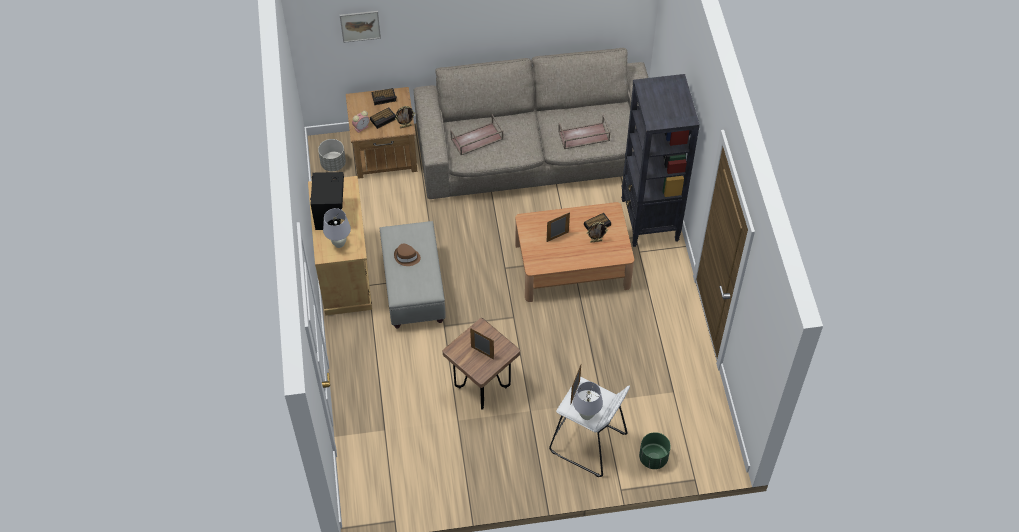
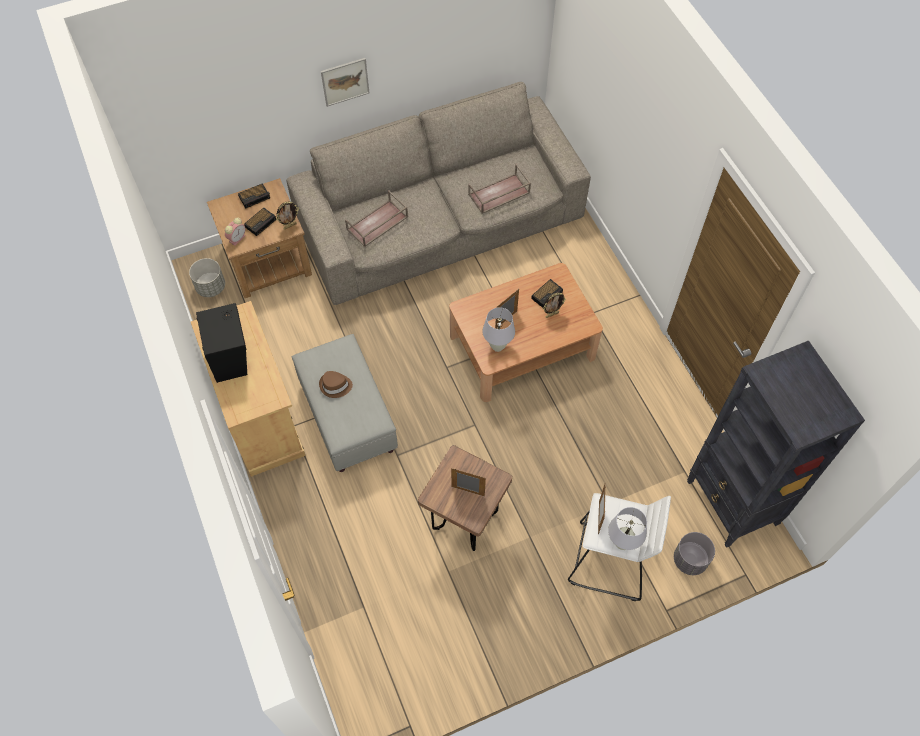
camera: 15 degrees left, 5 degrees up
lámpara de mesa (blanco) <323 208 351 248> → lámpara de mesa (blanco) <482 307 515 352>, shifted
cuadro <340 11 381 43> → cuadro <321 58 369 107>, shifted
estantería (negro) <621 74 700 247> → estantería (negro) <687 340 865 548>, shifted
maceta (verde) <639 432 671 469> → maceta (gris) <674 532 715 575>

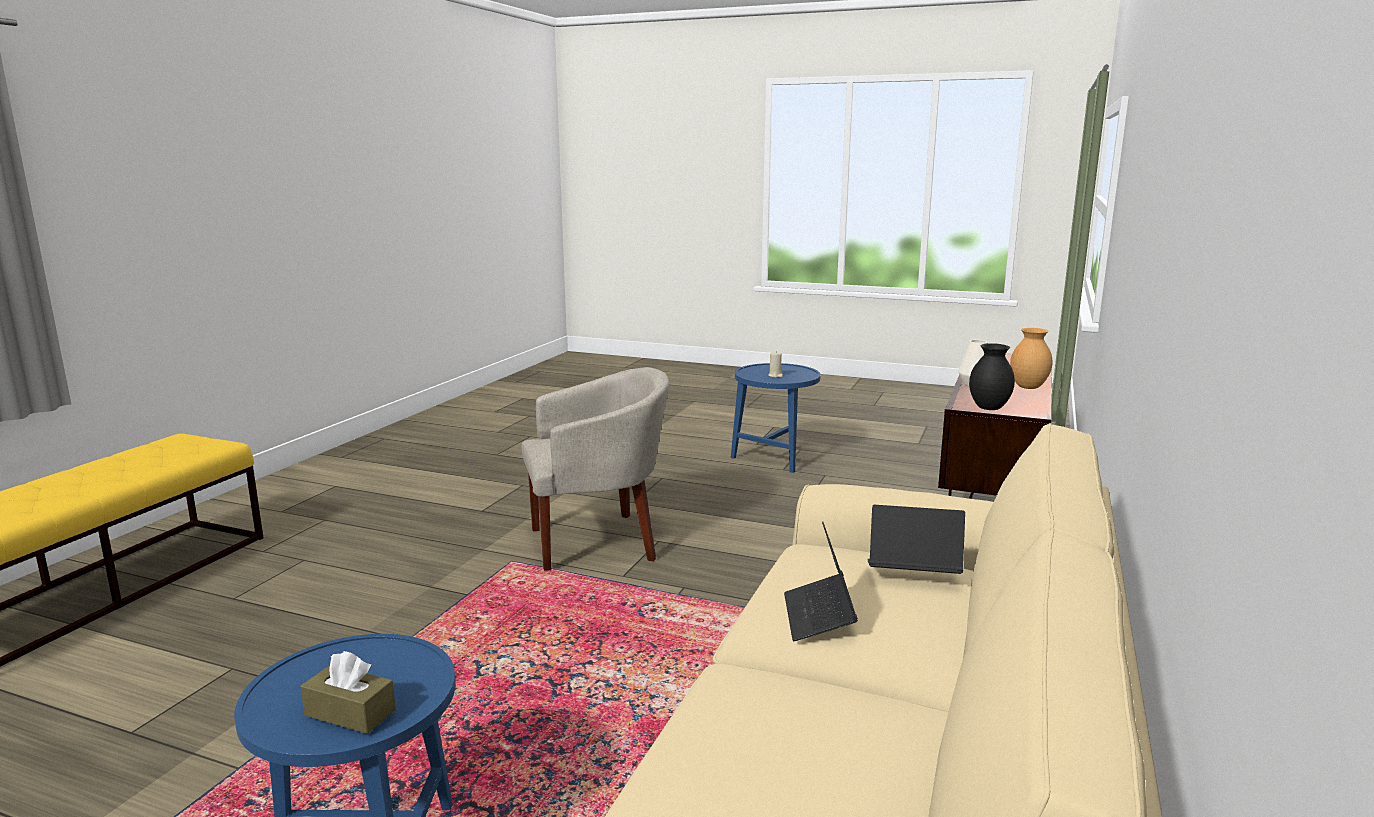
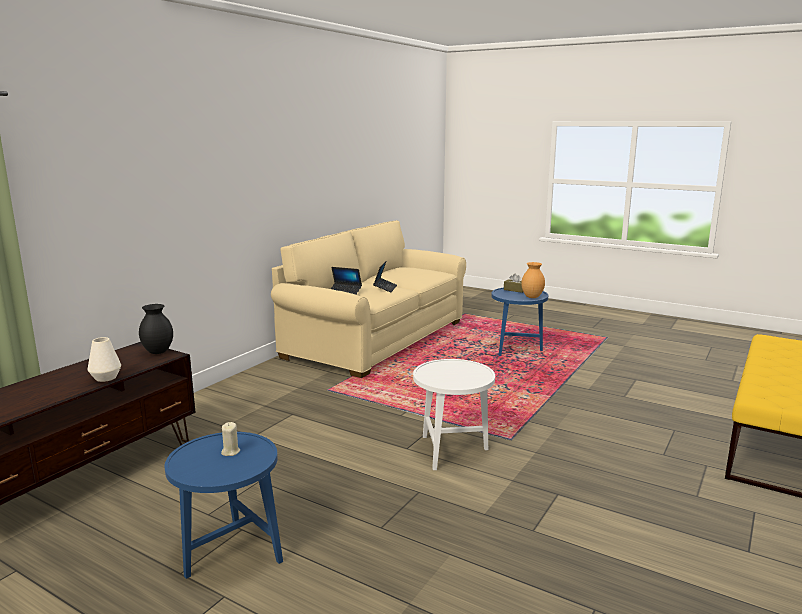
camera: 170 degrees left, 0 degrees up
florero (marrón) <1010 328 1053 389> → florero (marrón) <521 262 545 298>, shifted
sillón (beis) <521 367 669 571> → mesa auxiliar (blanco) <413 359 495 470>

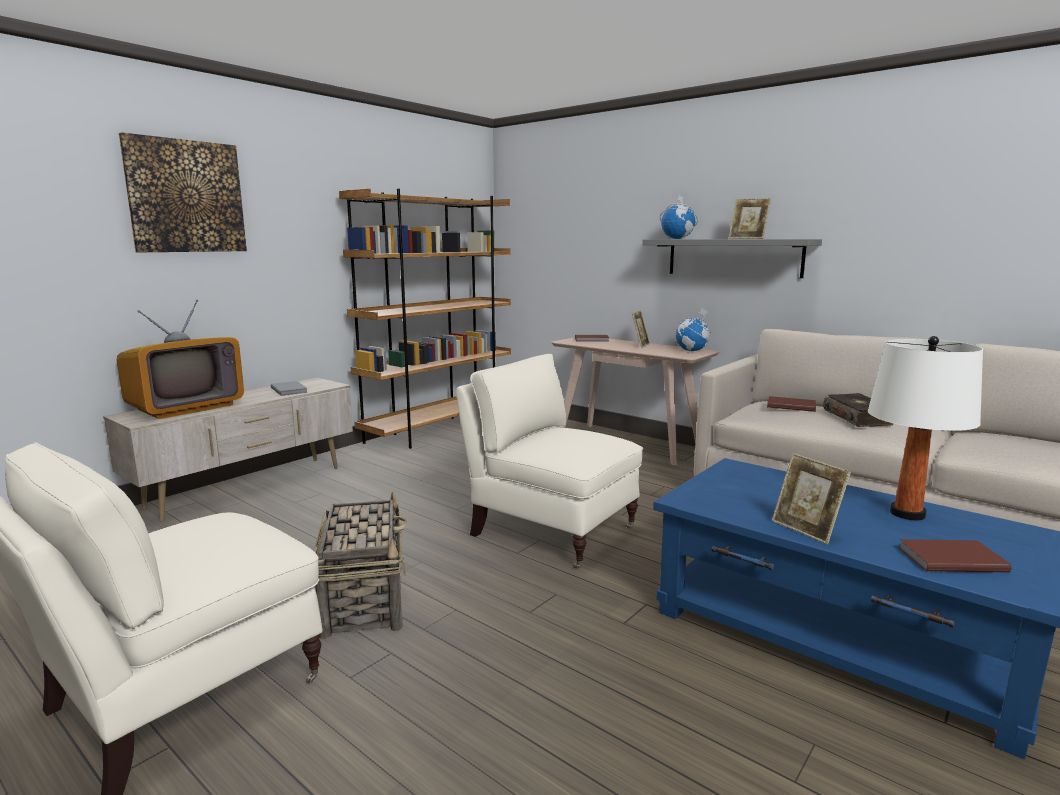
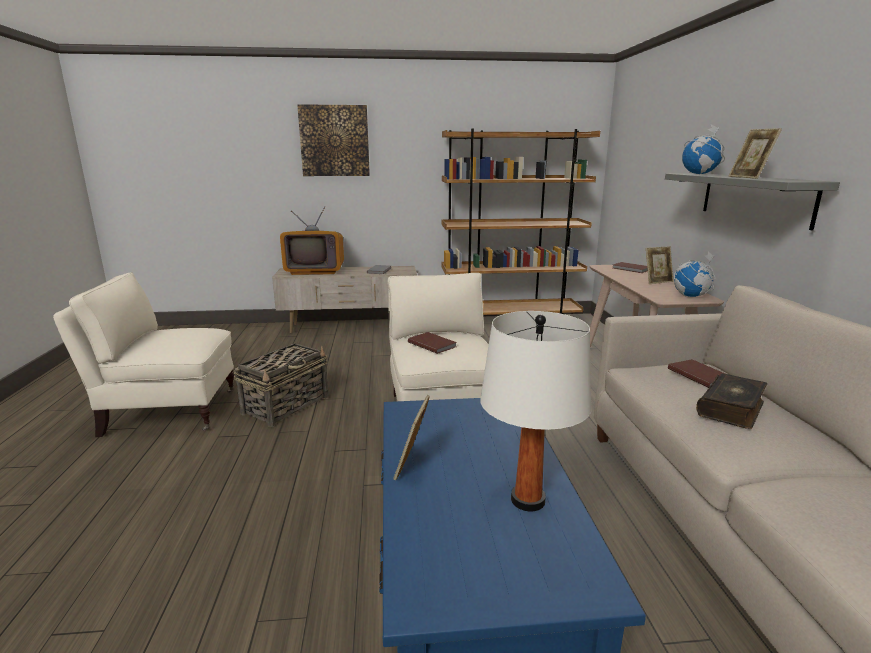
camera: 45 degrees right, 5 degrees up
libro (marrón) <898 539 1011 572> → libro (marrón) <408 332 457 354>, shifted

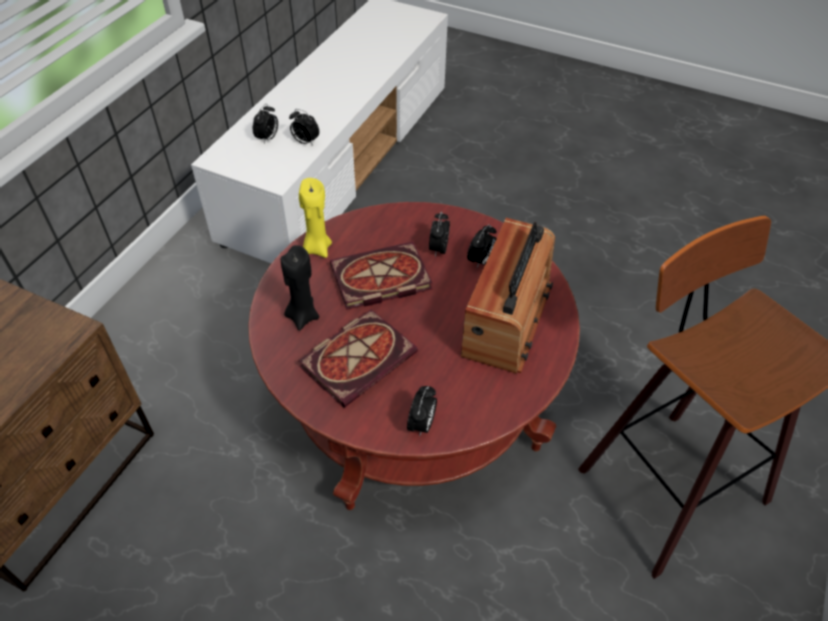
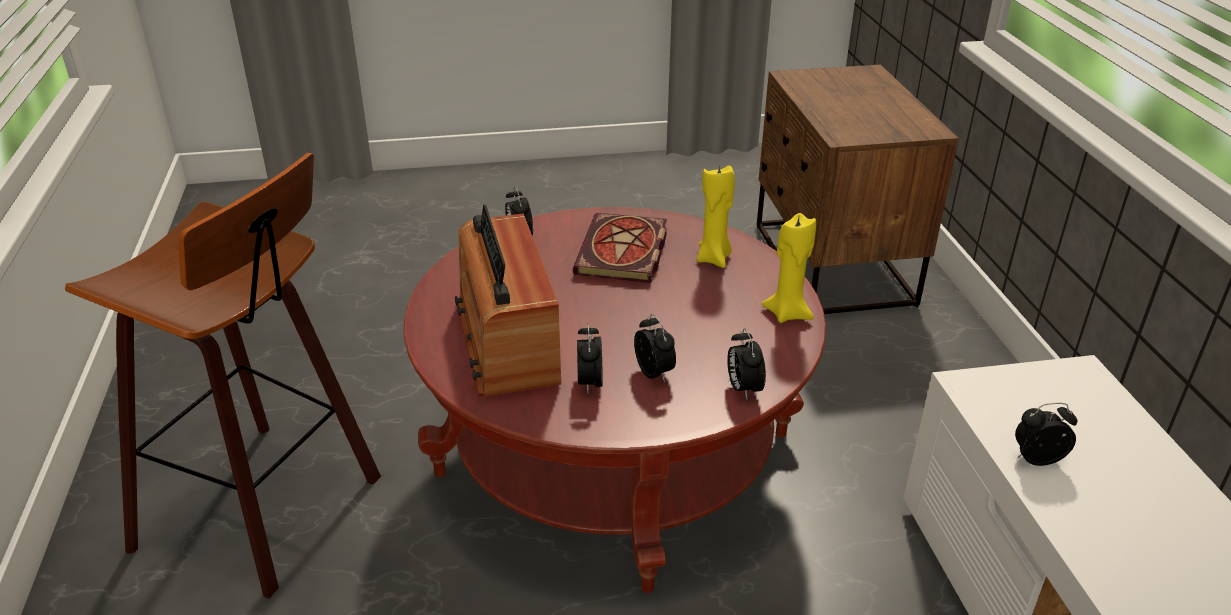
camera: 145 degrees right, 15 degrees down
libro <330 241 433 310> → -
despertador <253 104 278 144> → despertador <727 328 766 399>, shifted
vela (negro) <281 245 319 331> → vela (amarillo) <697 165 735 268>

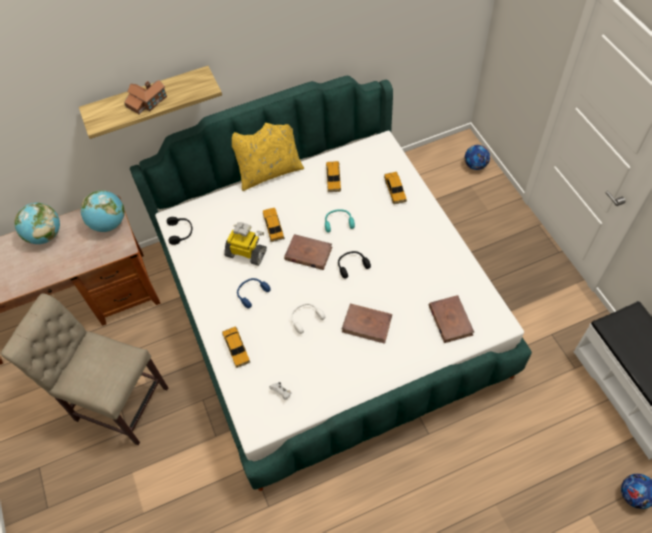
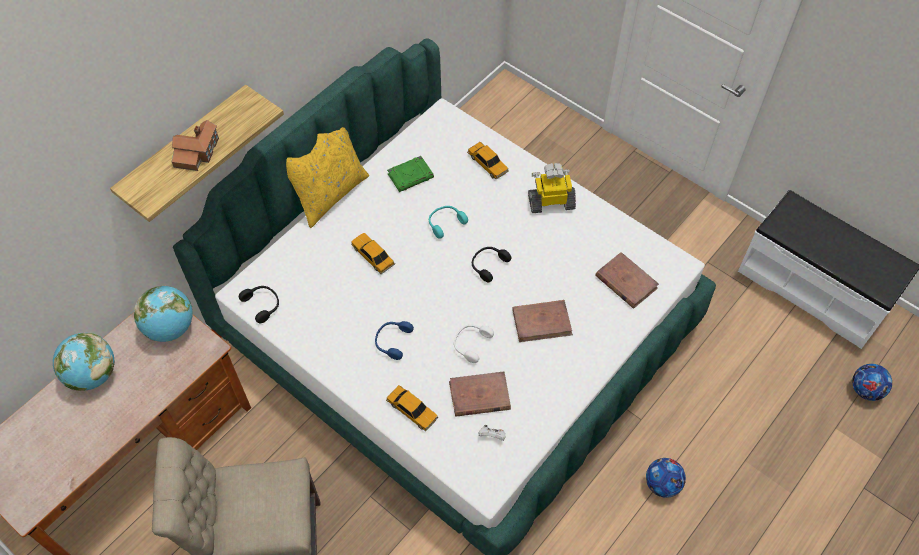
camera: 30 degrees left, 0 degrees up
robot de juguete <224 222 267 265> → robot de juguete <528 163 576 213>, shifted
libro (marrón) <284 234 333 270> → libro (marrón) <449 371 511 417>, shifted
balón de fútbol <465 145 490 170> → balón de fútbol <646 458 686 498>, shifted
coche de juguete <326 161 341 192> → libro (verde) <387 156 434 192>

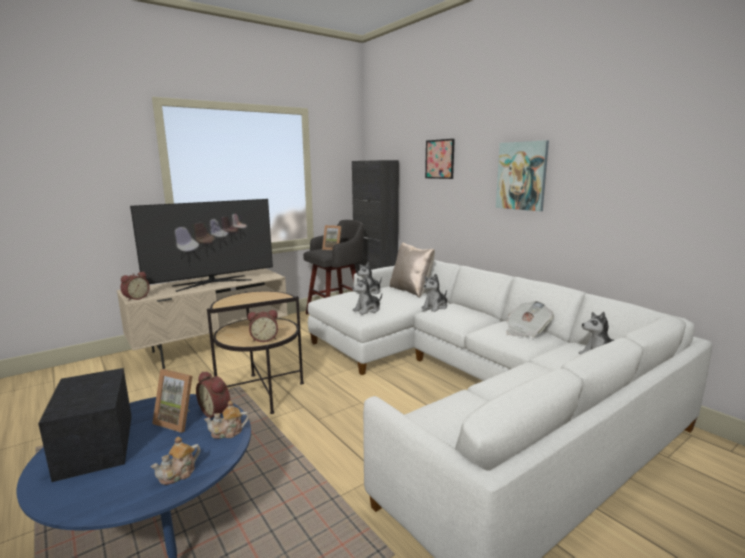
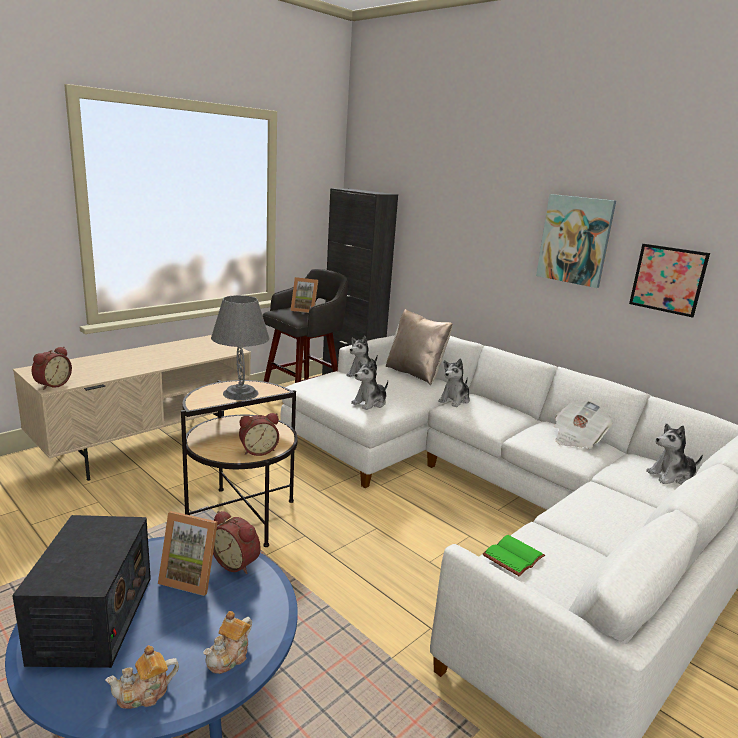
camera: 10 degrees left, 5 degrees up
televisor <130 199 273 292> → -
- → lámpara de mesa (gris) <211 295 270 400>
- → libro (verde) <483 535 545 577>
tetera <204 401 249 439> → tetera <106 645 179 709>, shifted
cuadro <425 139 455 179> → cuadro <629 244 710 318>, shifted
radio <38 368 132 482> → radio <12 515 151 668>, 150 degrees counterclockwise

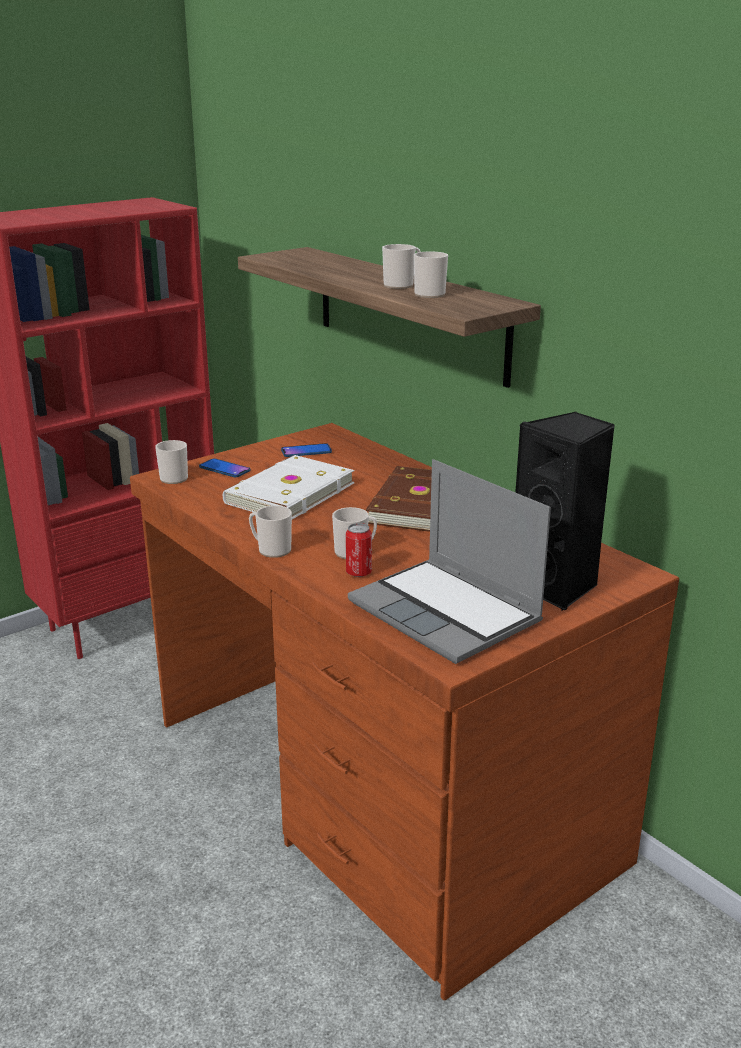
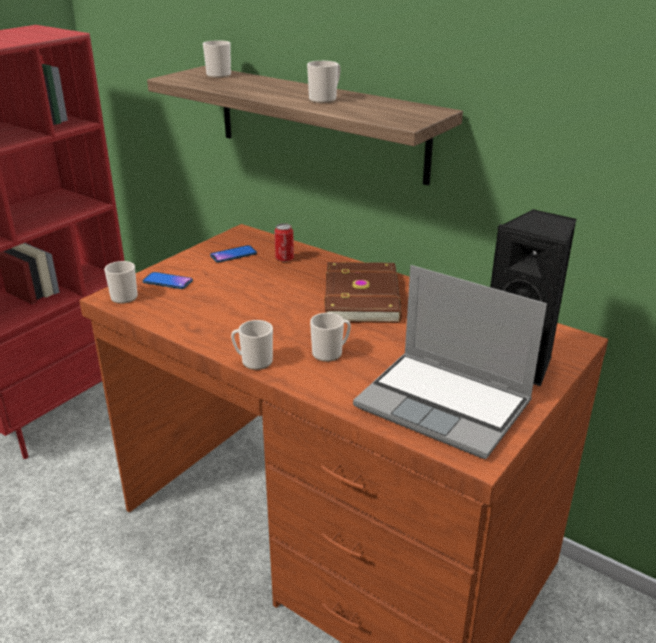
camera: 15 degrees left, 5 degrees up
libro (blanco) <223 455 354 519> → -
lata <346 523 372 577> → lata <274 223 294 262>, shifted
taza grande <414 251 448 298> → taza grande <203 40 231 78>, shifted

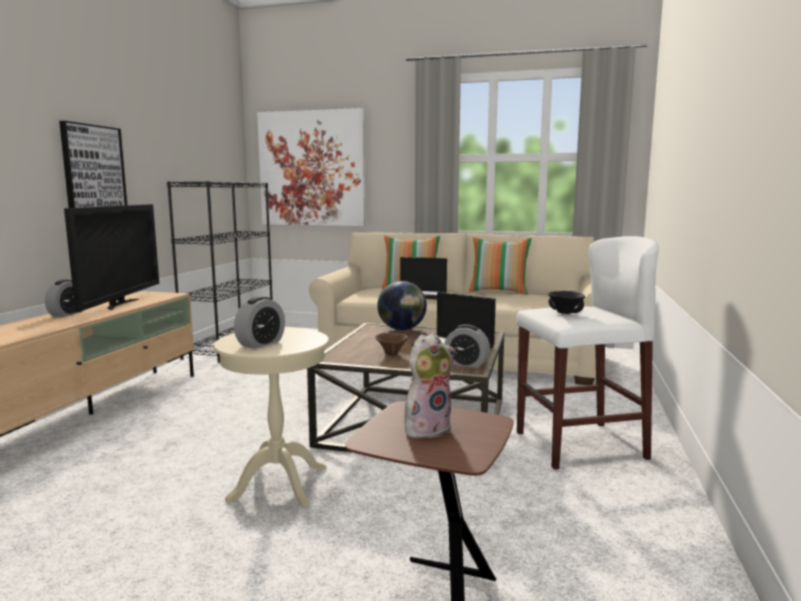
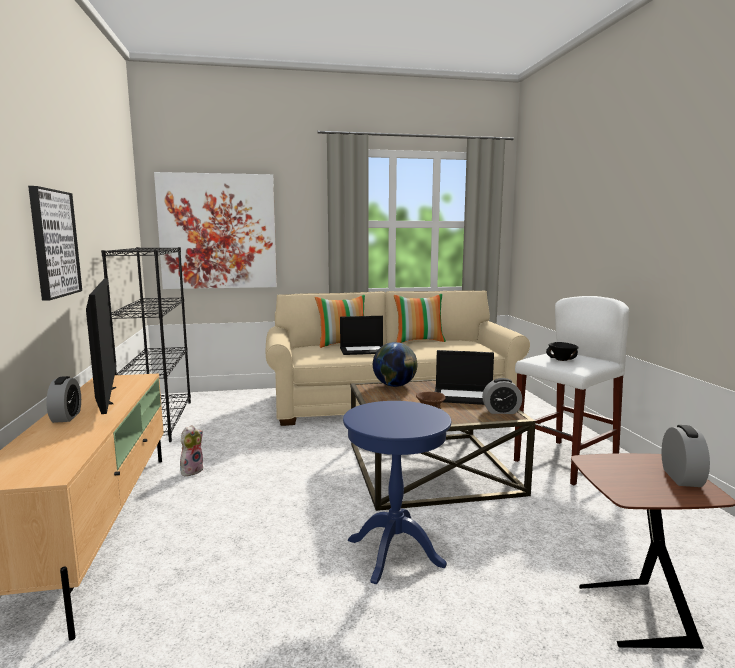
camera: 25 degrees left, 0 degrees up
despertador <234 296 285 349> → despertador <661 425 710 487>, shifted
peluche <405 333 455 438> → peluche <180 425 203 476>, shifted
mesa auxiliar (beis) <214 328 329 508> → mesa auxiliar (azul) <343 401 451 584>

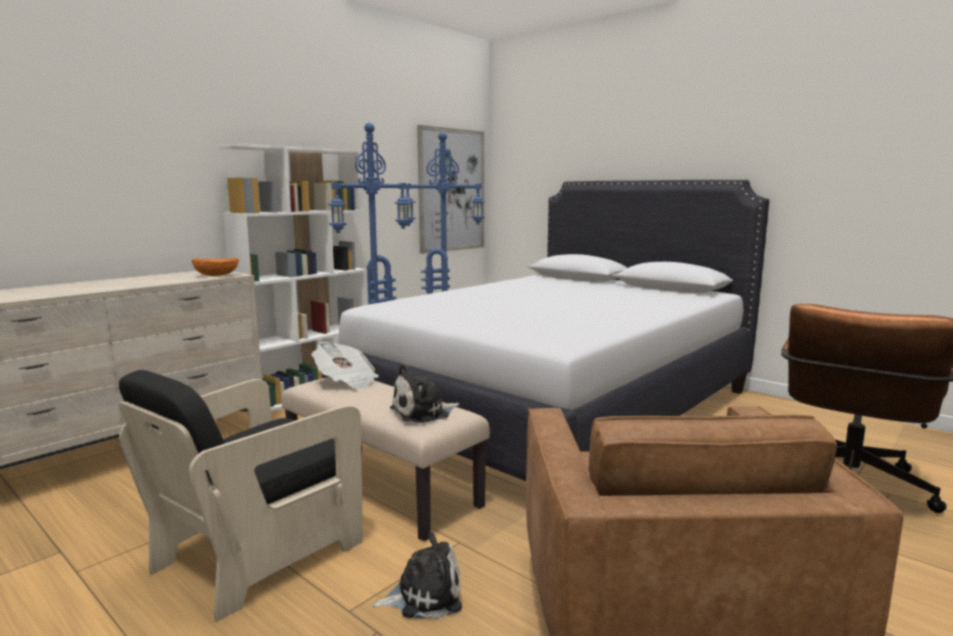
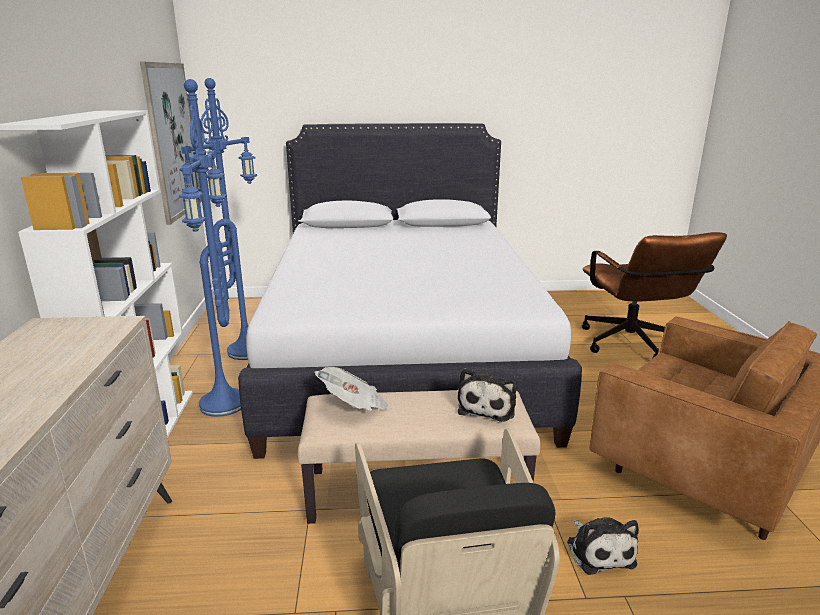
camera: 45 degrees left, 10 degrees up
cuenco (naranja) <192 258 239 276> → -
peluche <372 532 462 619> → peluche <567 517 639 575>, 135 degrees clockwise

